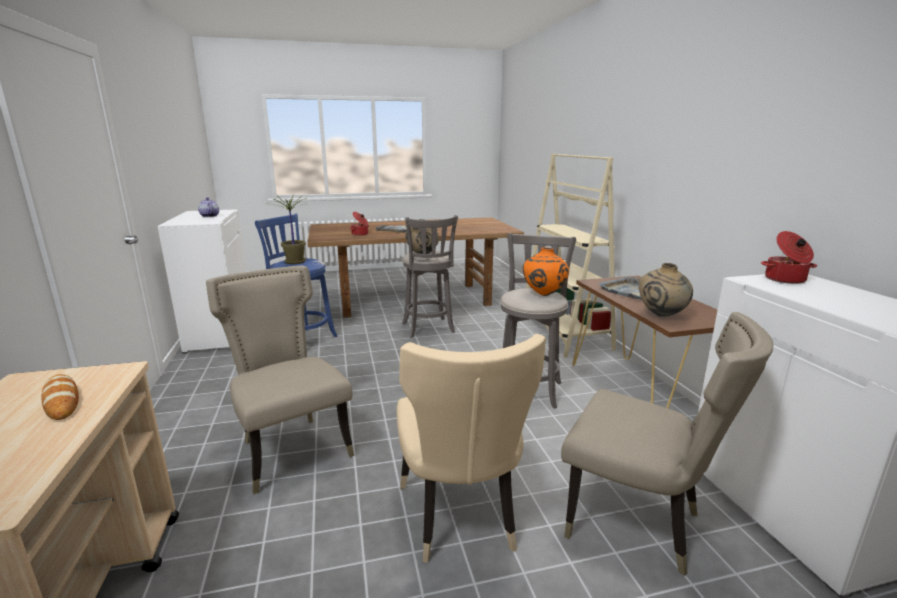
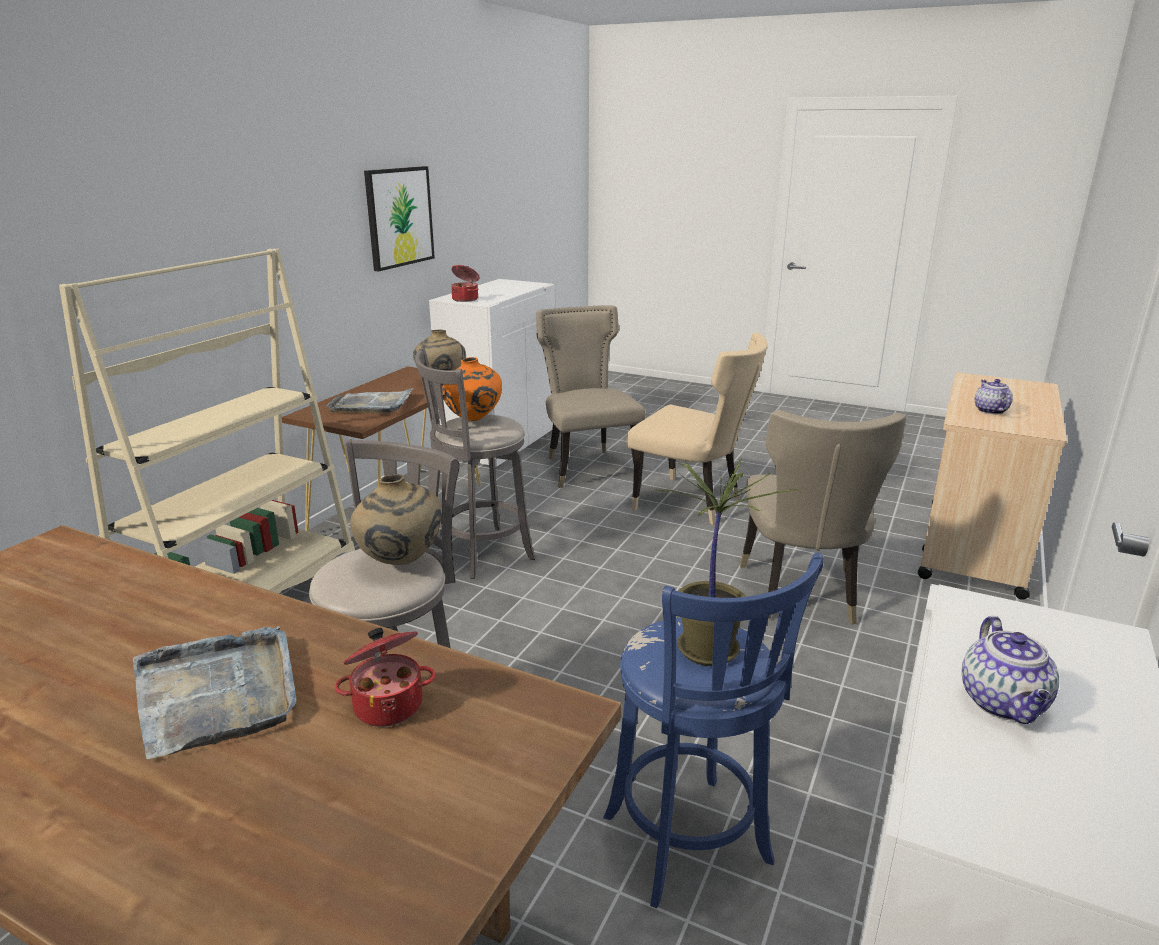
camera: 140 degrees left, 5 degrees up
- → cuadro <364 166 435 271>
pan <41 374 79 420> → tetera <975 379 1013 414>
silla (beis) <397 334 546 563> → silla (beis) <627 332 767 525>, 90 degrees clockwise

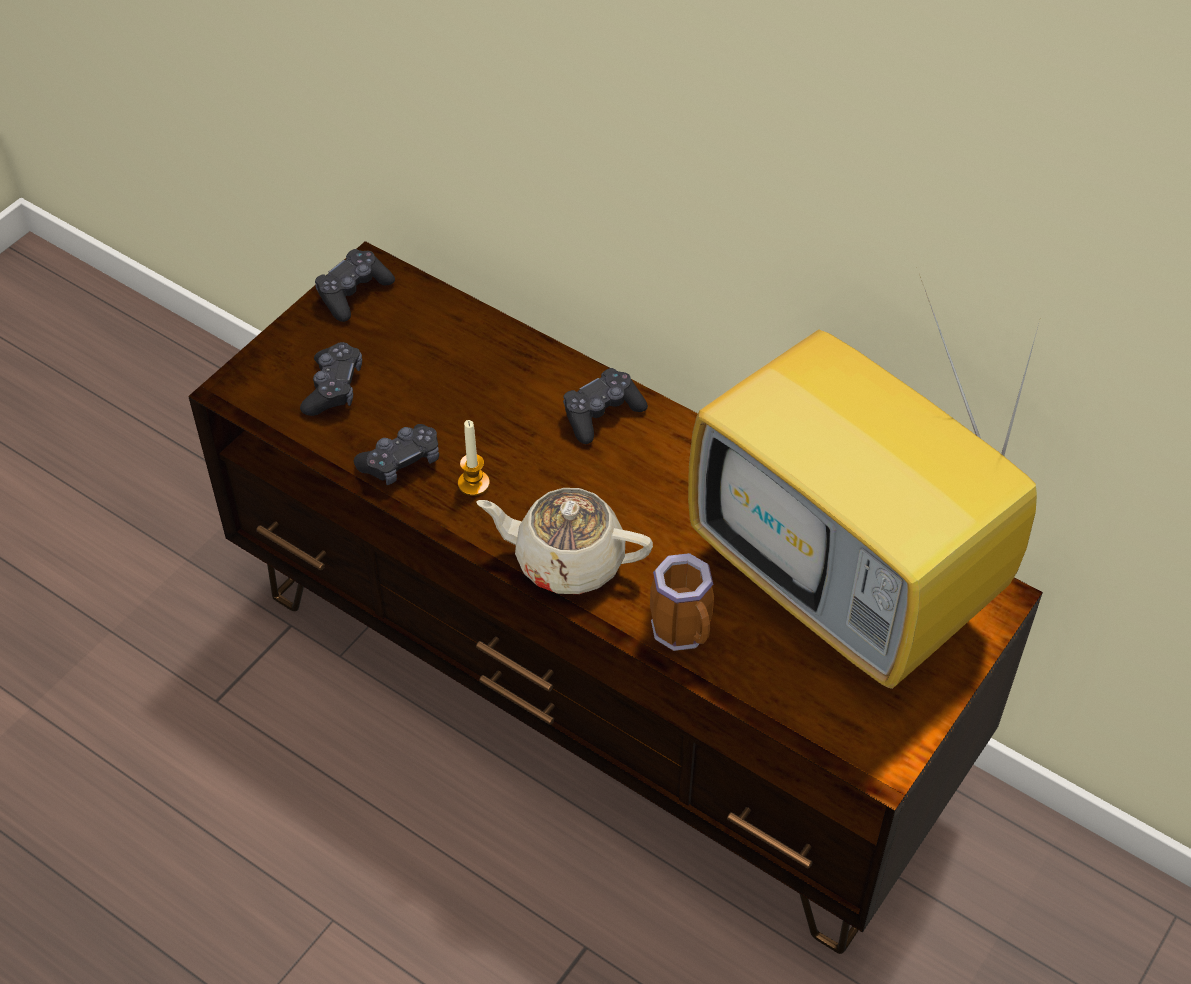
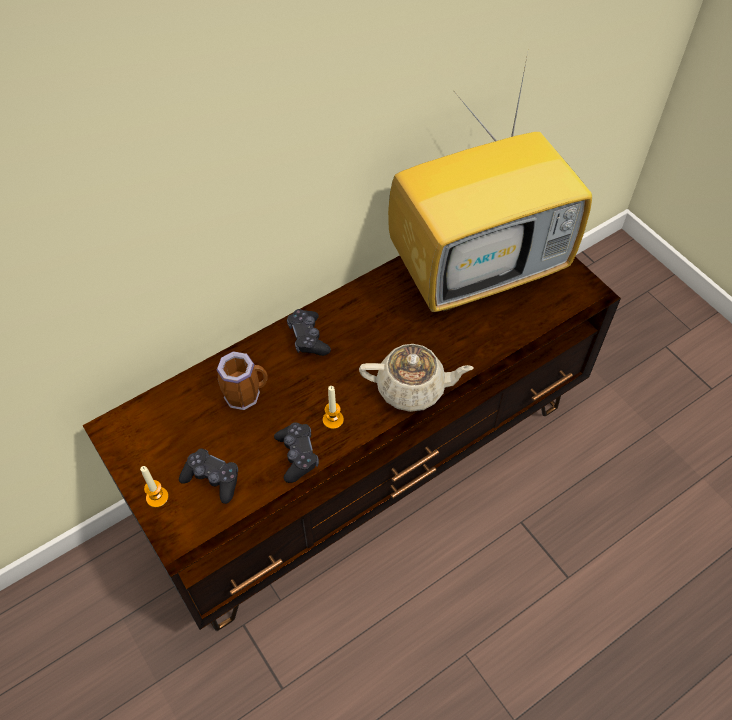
camera: 70 degrees left, 5 degrees up
mando de consola (negro) <315 249 395 322> → -
- → vela <140 466 169 508>
taza grande <650 553 714 651> → taza grande <216 351 268 410>, shifted
tetera (beis) <476 488 653 594> → tetera (beis) <359 344 474 412>, 120 degrees counterclockwise

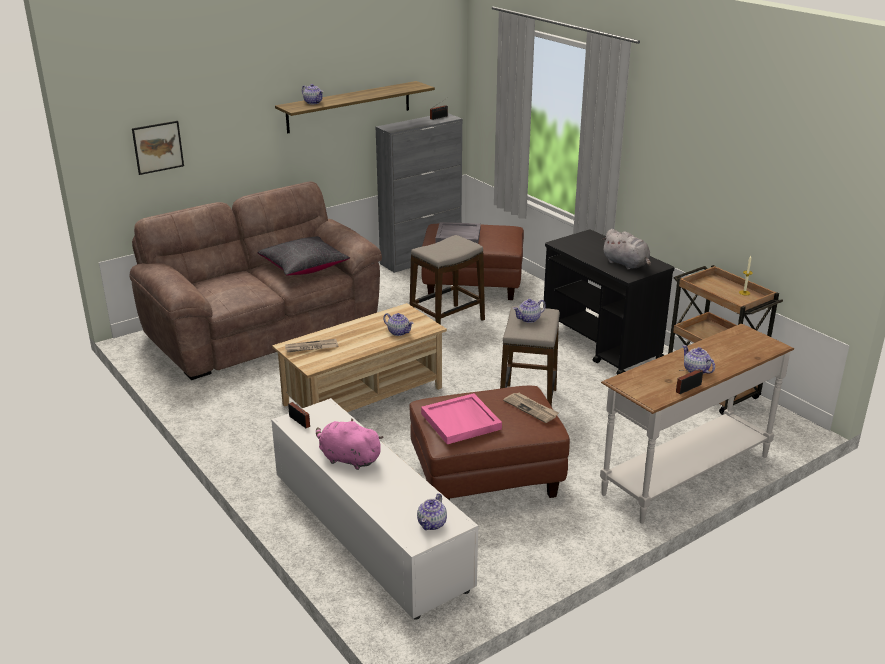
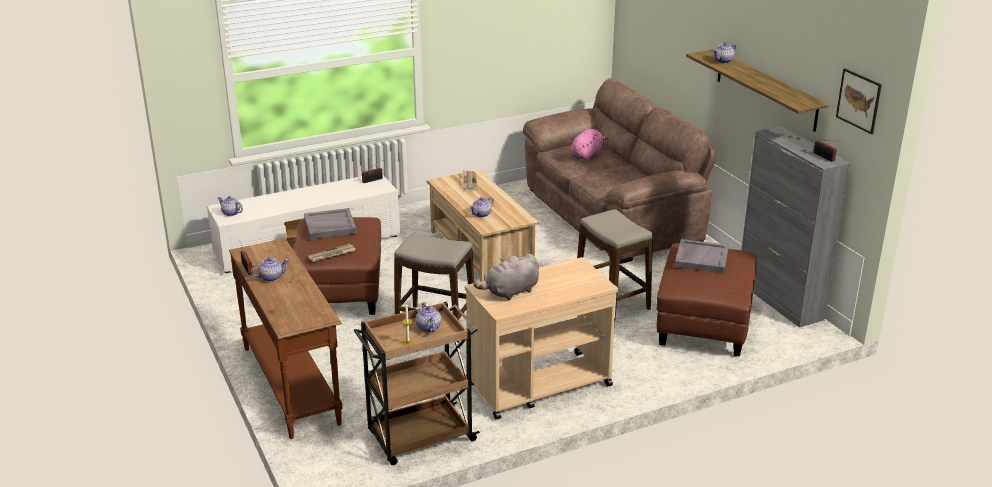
camera: 100 degrees right, 0 degrees up
cojín (negro) <257 236 350 276> → -
cuadro <132 121 184 175> → cuadro <836 69 882 134>, shifted
peluche (rosa) <316 418 384 470> → peluche (rosa) <571 129 608 160>, shifted
tetera <513 299 546 323> → tetera <416 302 441 332>, shifted
bandeja (rosa) <421 393 502 444> → bandeja (gris) <304 208 357 240>
carrito (negro) <543 229 675 375> → carrito (beis) <465 257 618 419>
mesa consola (blanco) <600 324 794 523> → mesa consola (marrón) <229 238 343 439>

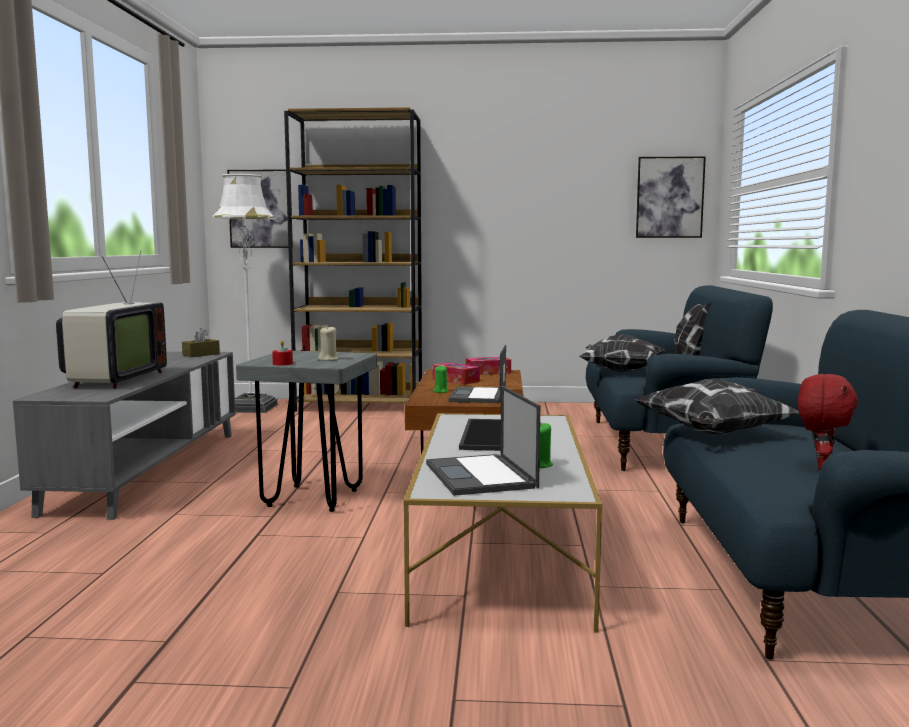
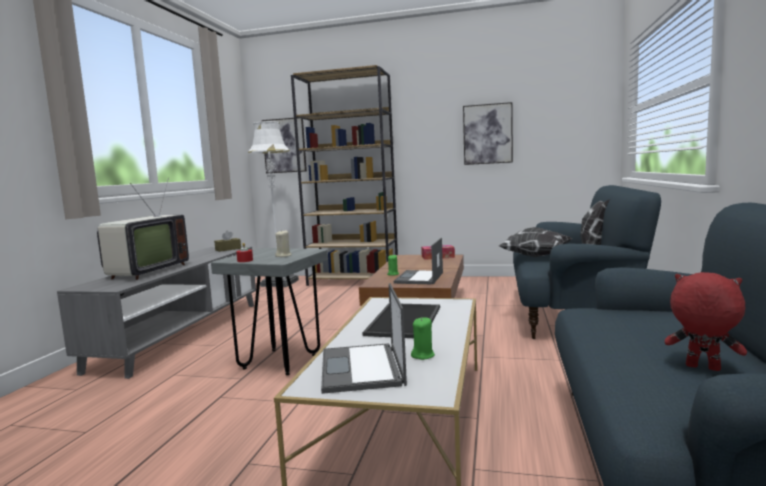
camera: 10 degrees right, 0 degrees up
caja de pañuelos <433 362 480 385> → -
cojín <635 378 799 434> → -
cuadro <636 156 706 238> → cuadro <463 102 513 165>, shifted
peluche (rojo) <798 374 858 470> → peluche (rojo) <665 272 747 371>, 90 degrees counterclockwise

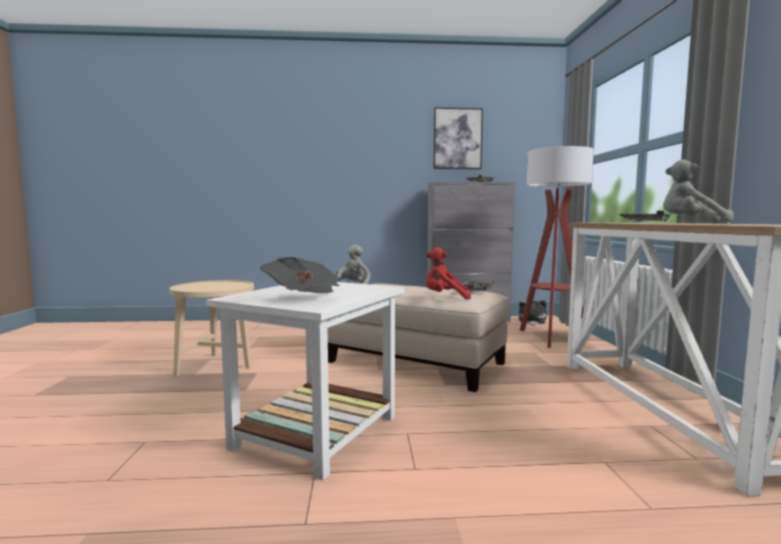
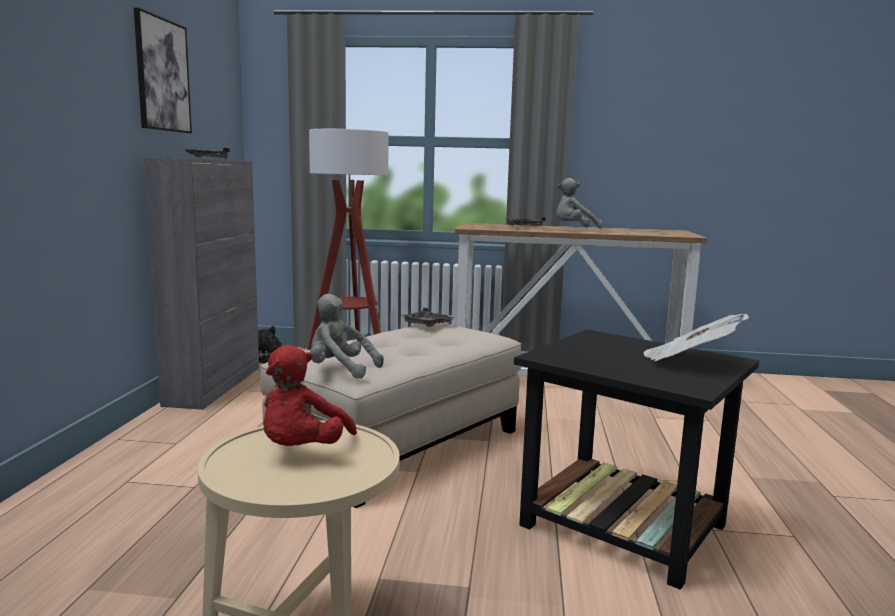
camera: 80 degrees left, 5 degrees up
peluche (rojo) <426 247 471 300> → peluche (rojo) <264 345 357 446>, shifted
mesa auxiliar (blanco) <206 282 405 481> → mesa auxiliar (negro) <514 329 759 590>
peluche (gris) <663 160 734 223> → peluche (gris) <556 178 603 228>, 45 degrees clockwise

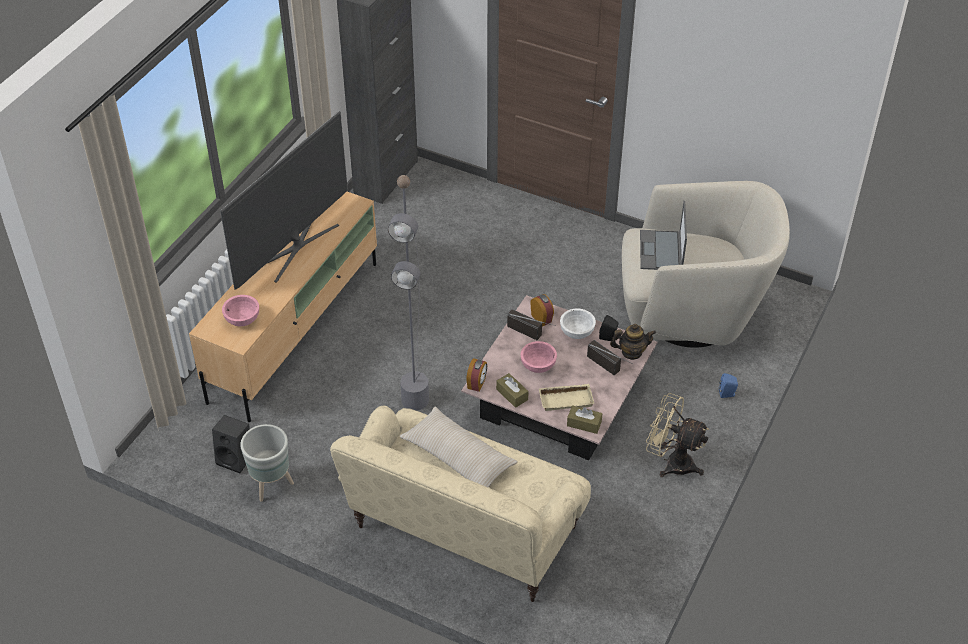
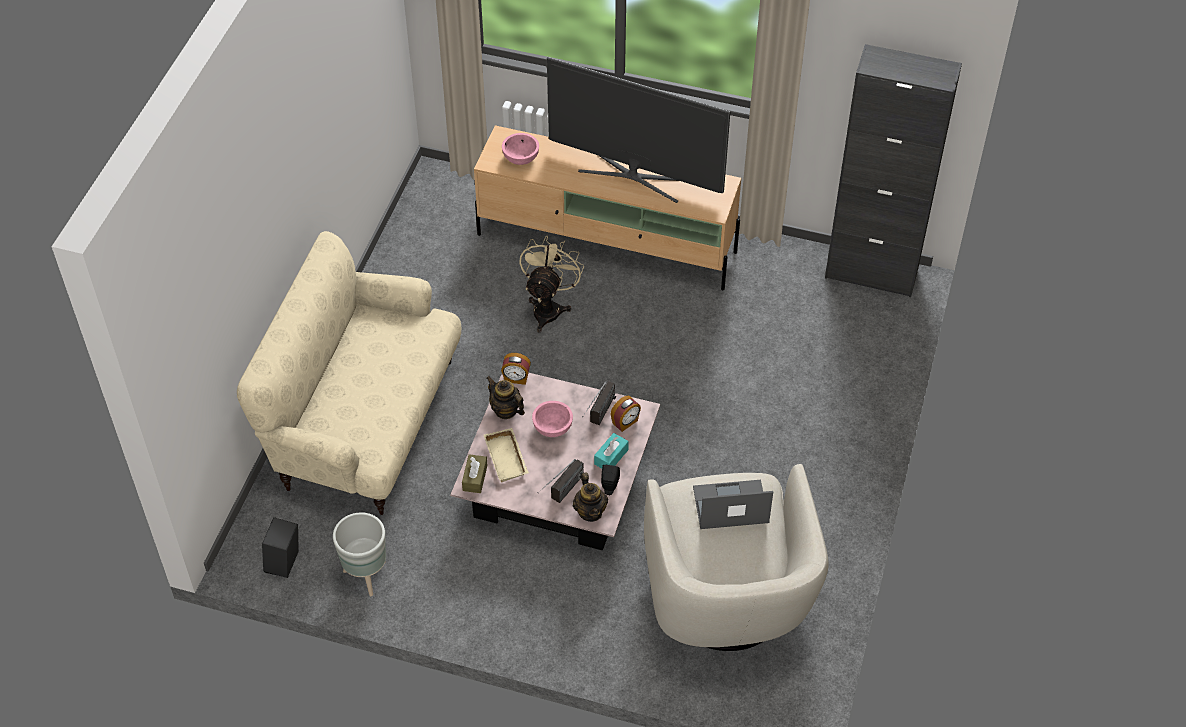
camera: 80 degrees right, 5 degrees up
lámpara de pie (gris) <388 175 429 411> → -
cojín (beis) <399 407 518 488> → -
altavoz (azul) <719 373 738 398> → -
altavoz (negro) <212 415 250 473> → altavoz (negro) <262 517 299 578>, shifted
maceta (gris) <240 424 294 502> → maceta (gris) <333 512 386 596>, shifted
ventilador (beis) <646 393 709 477> → ventilador (beis) <519 236 584 333>, shifted
caja de pañuelos (marrón) <496 373 529 408> → tetera <487 376 525 419>
cuenco (blanco) <560 309 596 339> → caja de pañuelos (turquesa) <594 433 629 468>

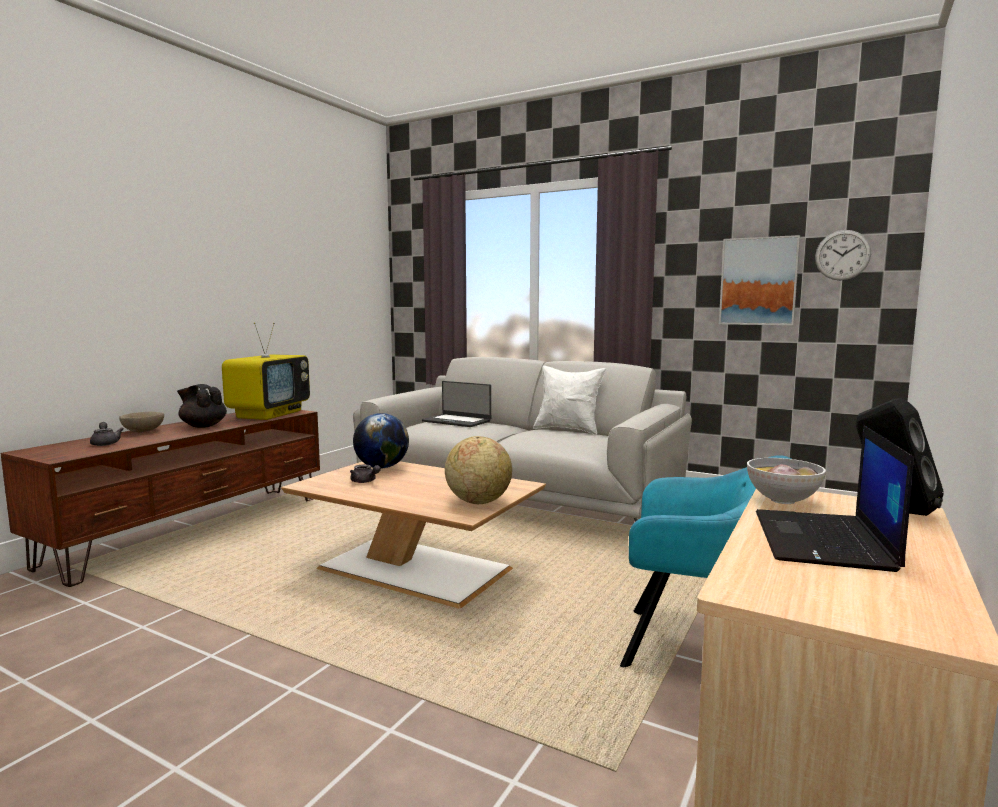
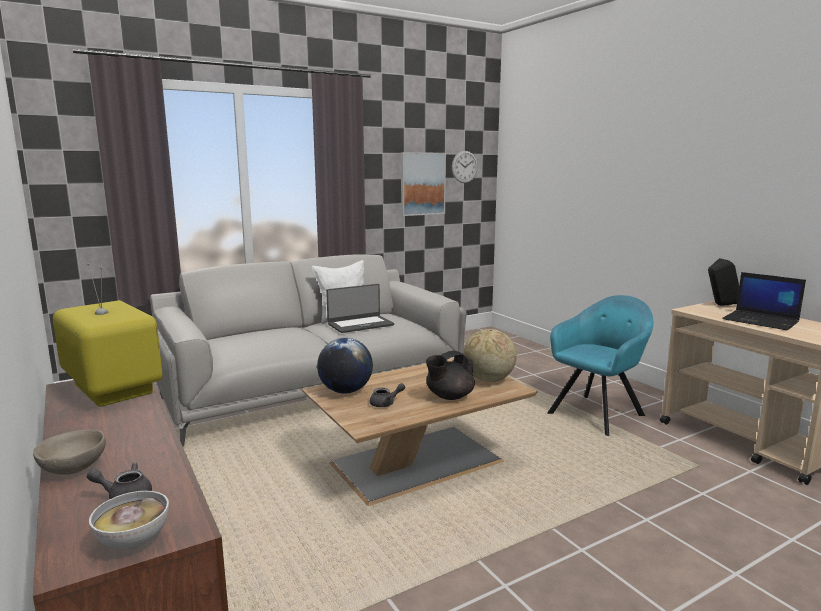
camera: 60 degrees left, 5 degrees up
tetera (negro) <177 384 227 428> → tetera (negro) <426 351 475 400>, shifted
portátil <422 381 491 427> → portátil <326 284 394 333>, shifted
cuenco <747 458 826 504> → cuenco <89 491 169 550>, shifted

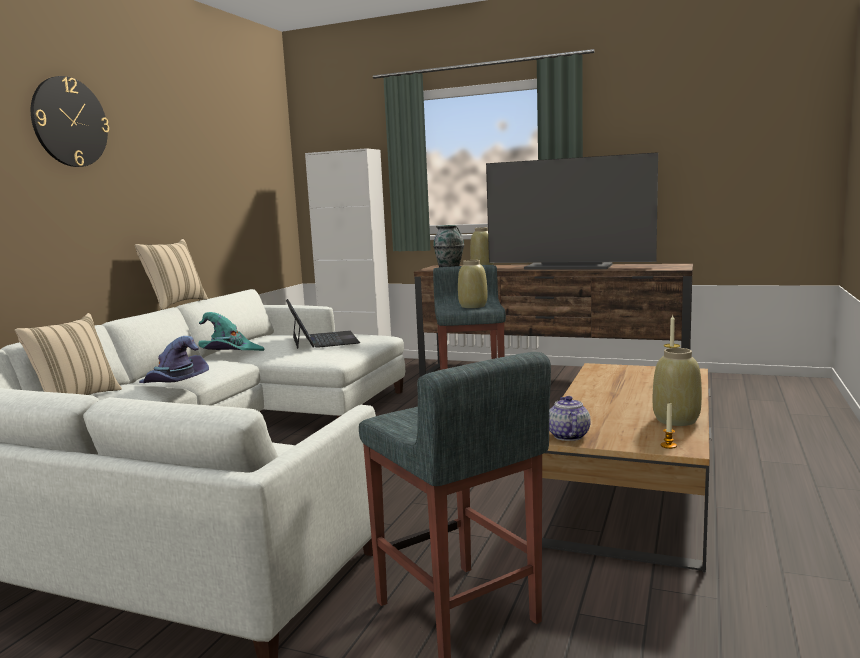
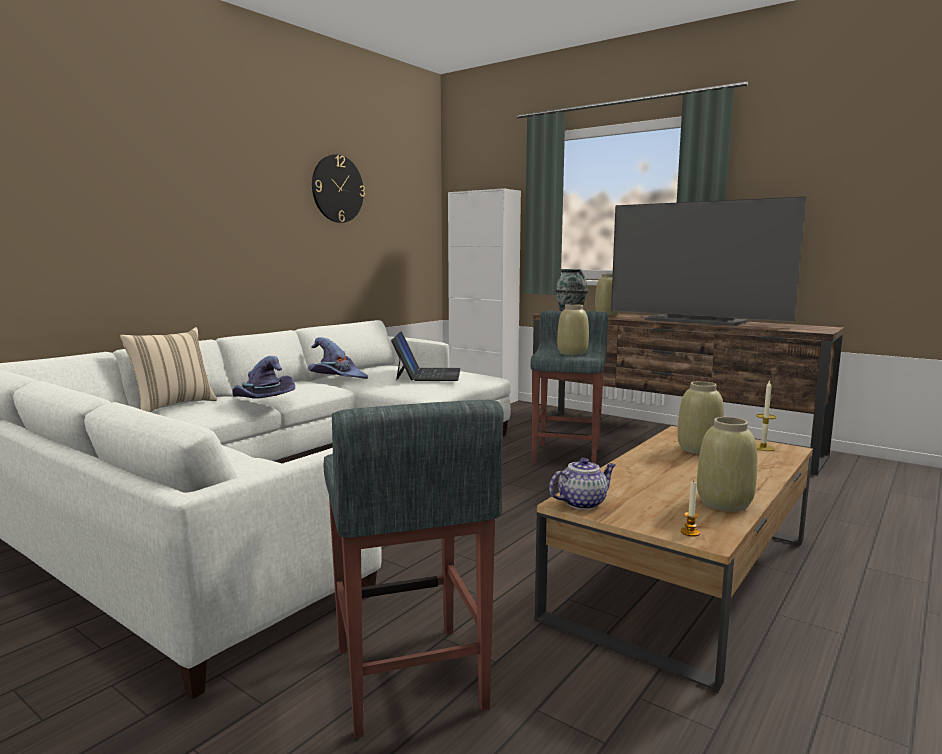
camera: 15 degrees right, 0 degrees up
cojín (beis) <135 239 208 310> → -
- → florero (beis) <677 381 724 454>
reloj de pared <31 76 109 167> → reloj de pared <312 154 365 223>, shifted
sombrero (turquesa) <199 312 264 351> → sombrero (morado) <308 337 368 379>
tetera <549 396 591 441> → tetera <549 458 616 510>, 45 degrees clockwise

